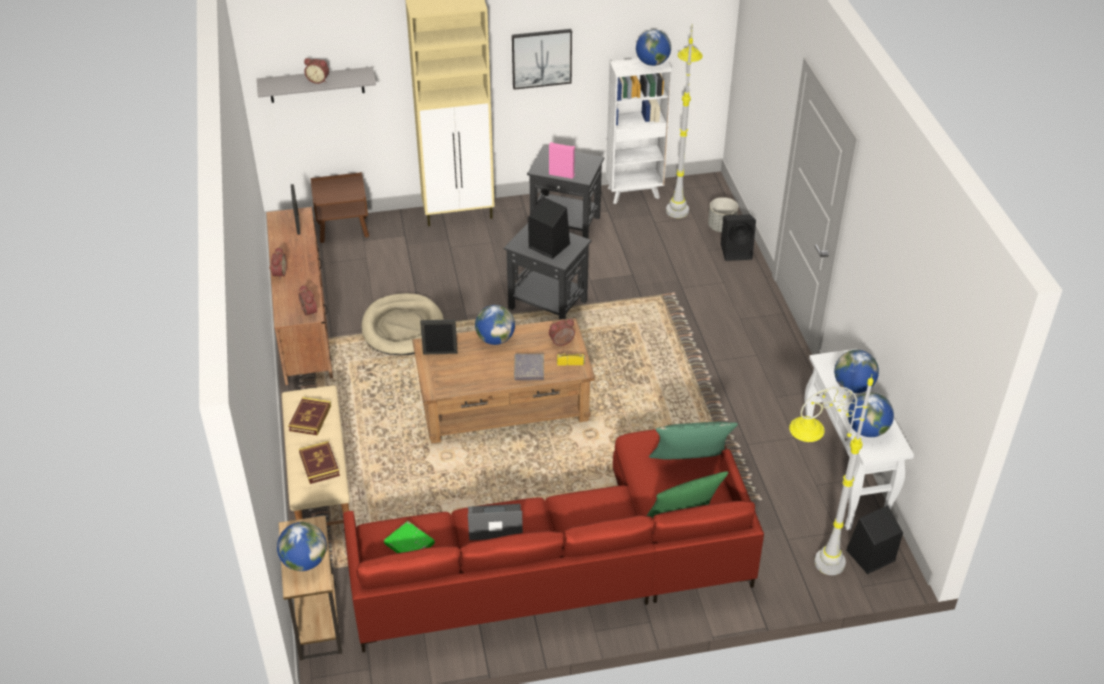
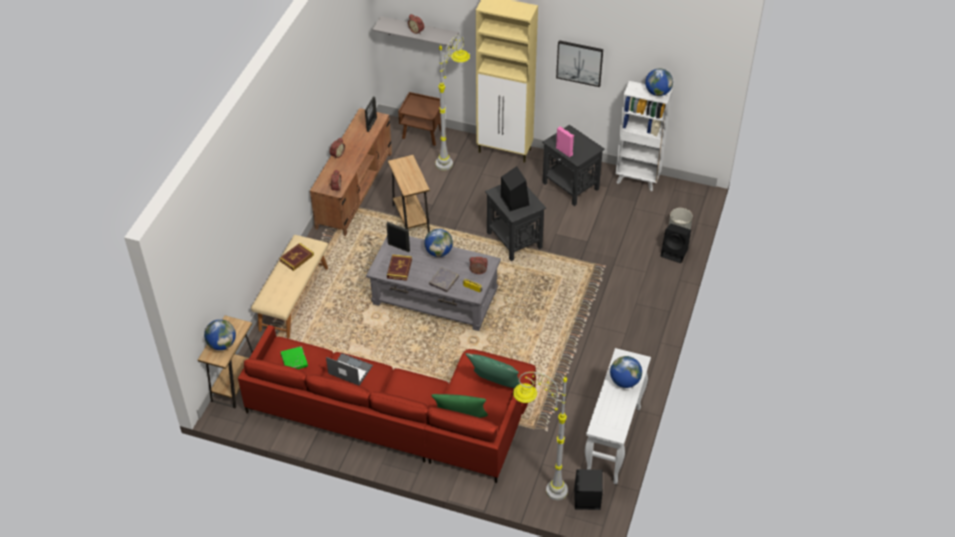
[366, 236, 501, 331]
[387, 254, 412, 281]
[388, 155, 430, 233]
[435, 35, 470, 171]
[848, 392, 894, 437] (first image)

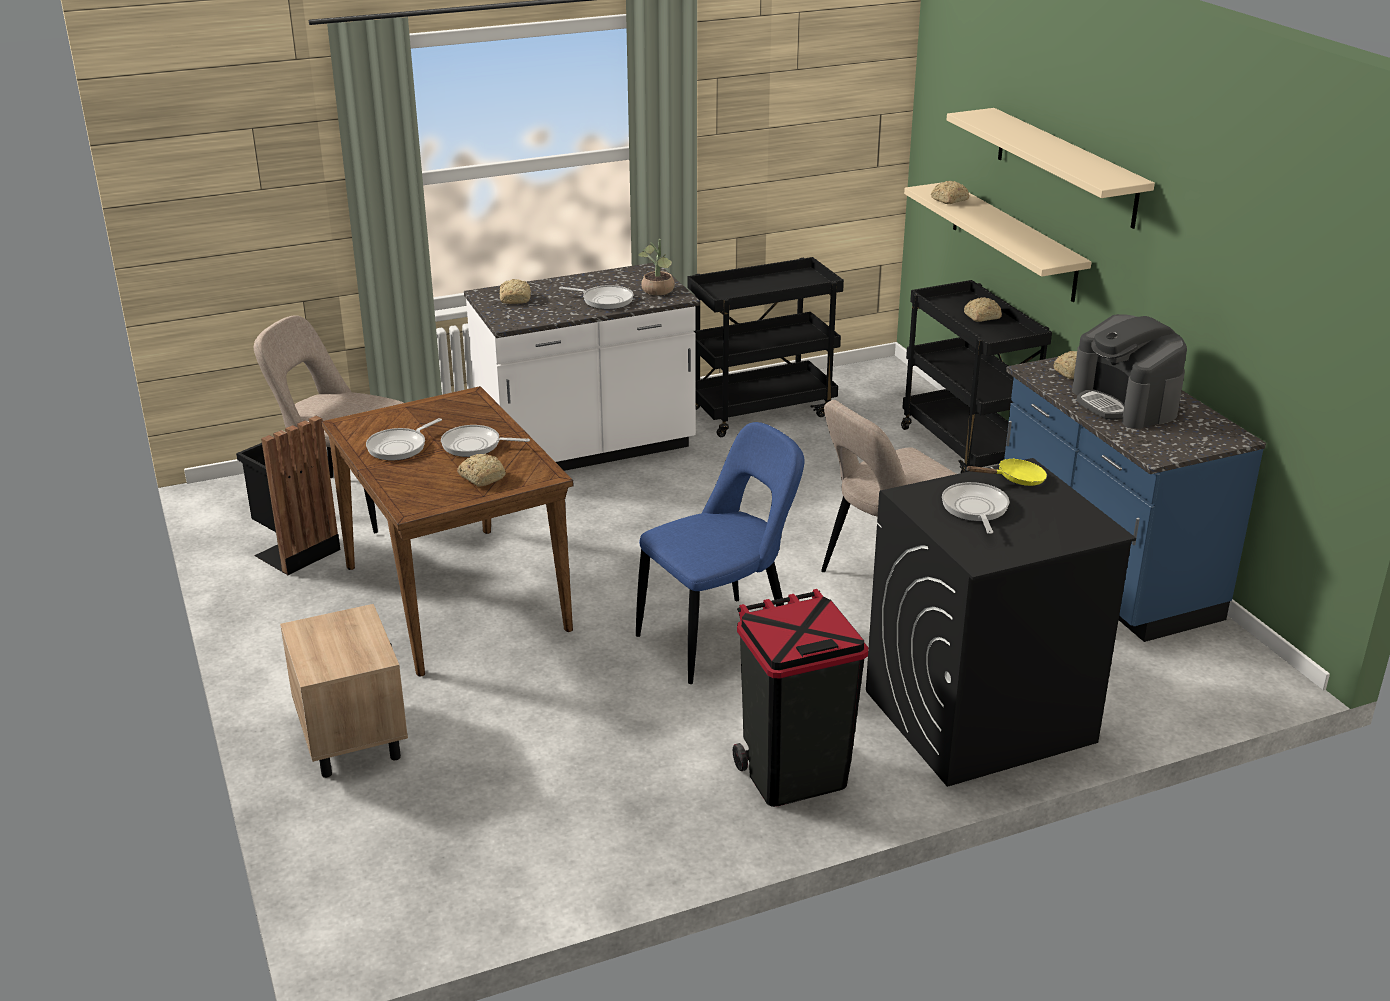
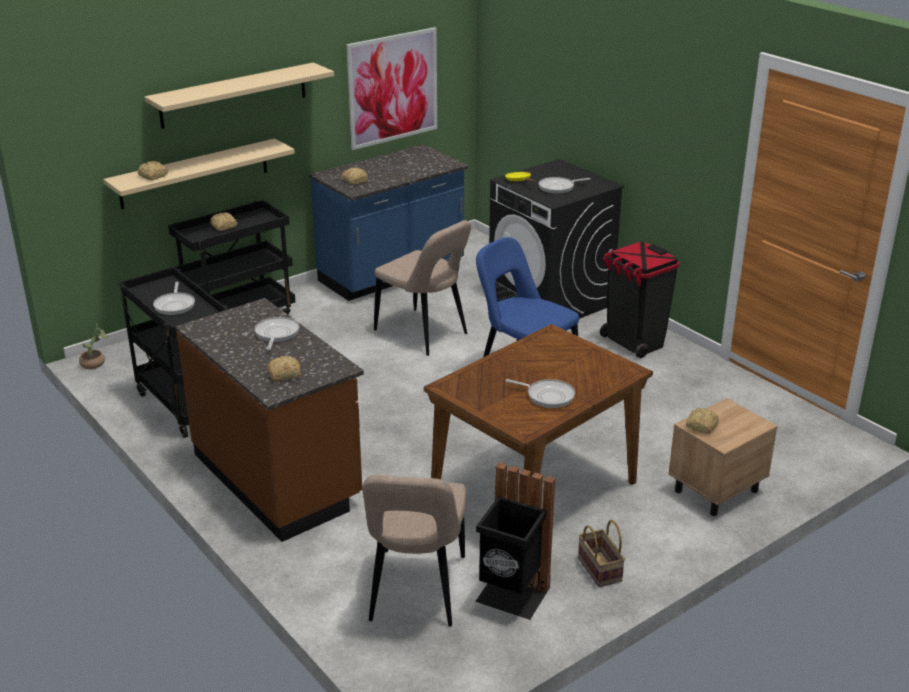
[79, 324, 109, 369]
[153, 282, 195, 315]
[175, 298, 364, 542]
[346, 27, 437, 150]
[578, 520, 625, 587]
[686, 408, 719, 434]
[1072, 314, 1187, 429] (first image)

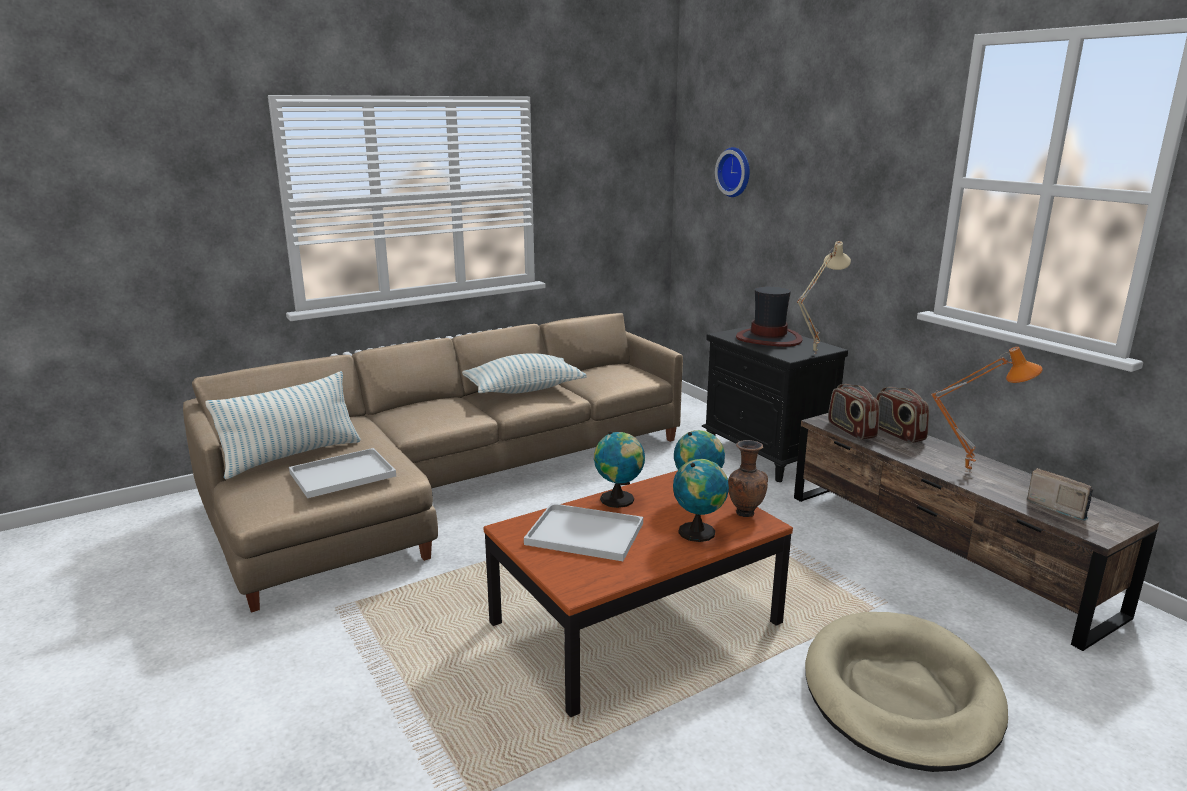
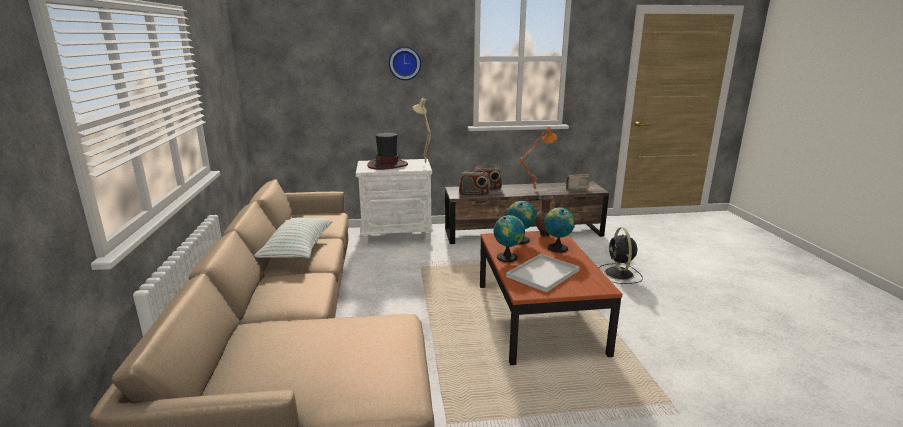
[356, 159, 434, 246]
[389, 46, 421, 80]
[599, 227, 643, 284]
[205, 371, 361, 479] (first image)
[289, 448, 396, 498] (first image)

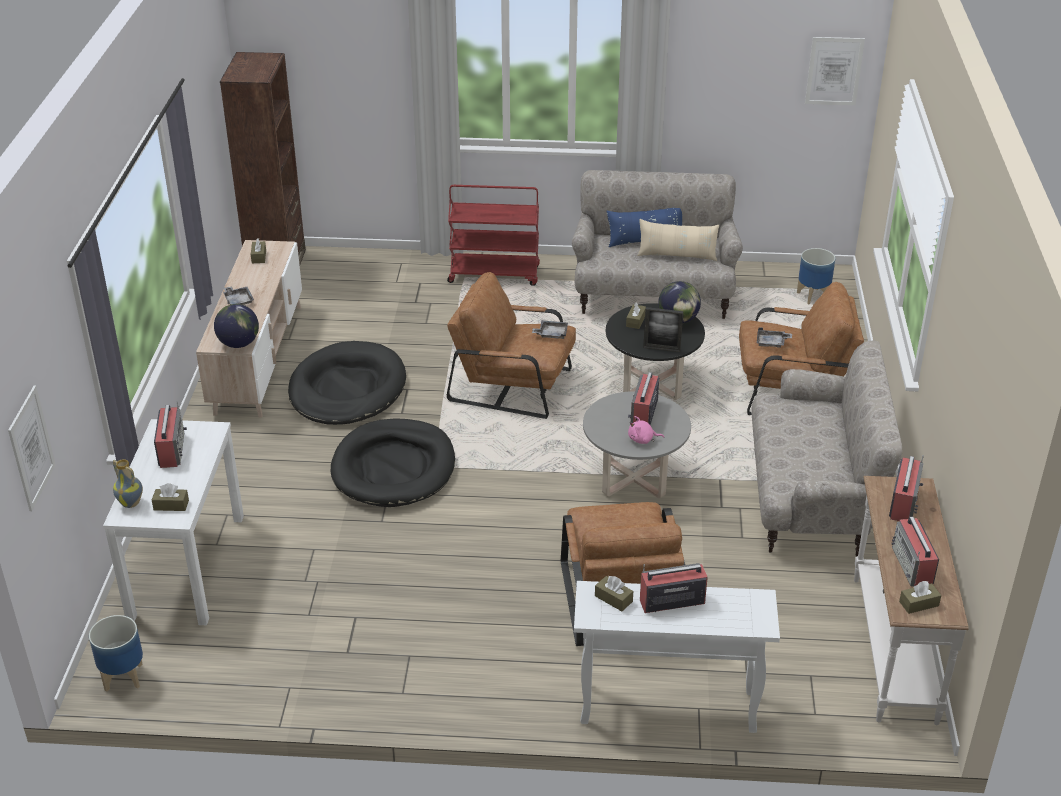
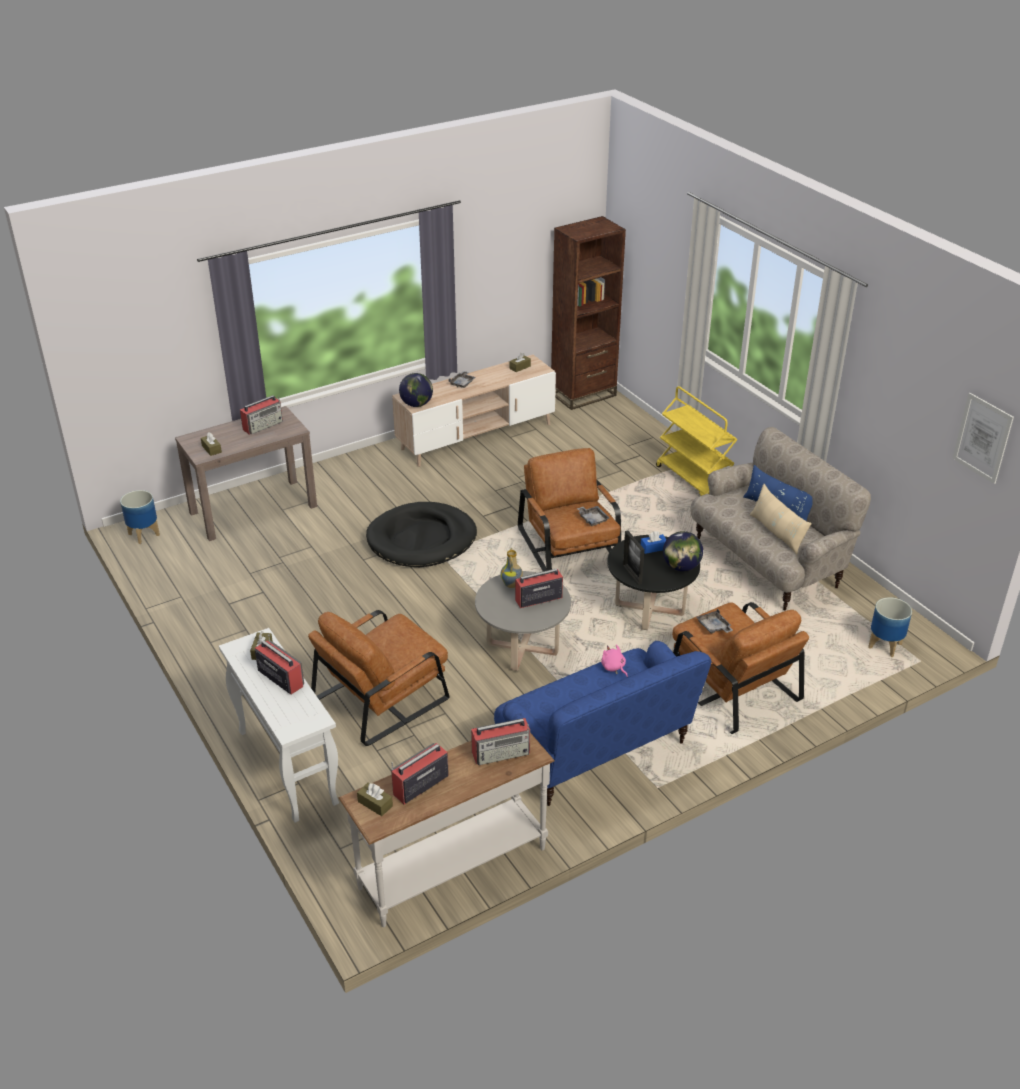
[175, 406, 317, 541]
[494, 641, 712, 806]
[501, 548, 523, 588]
[601, 644, 628, 677]
[641, 531, 667, 554]
[656, 386, 737, 496]
[8, 385, 56, 511] (first image)
[288, 341, 406, 425] (first image)

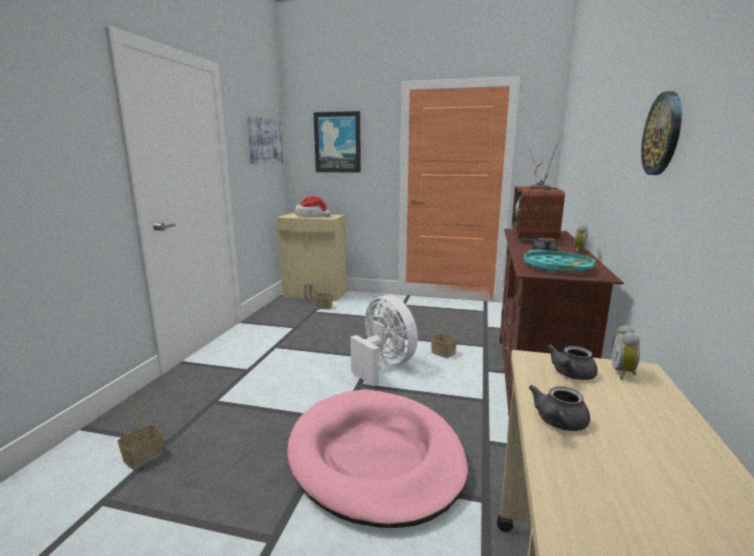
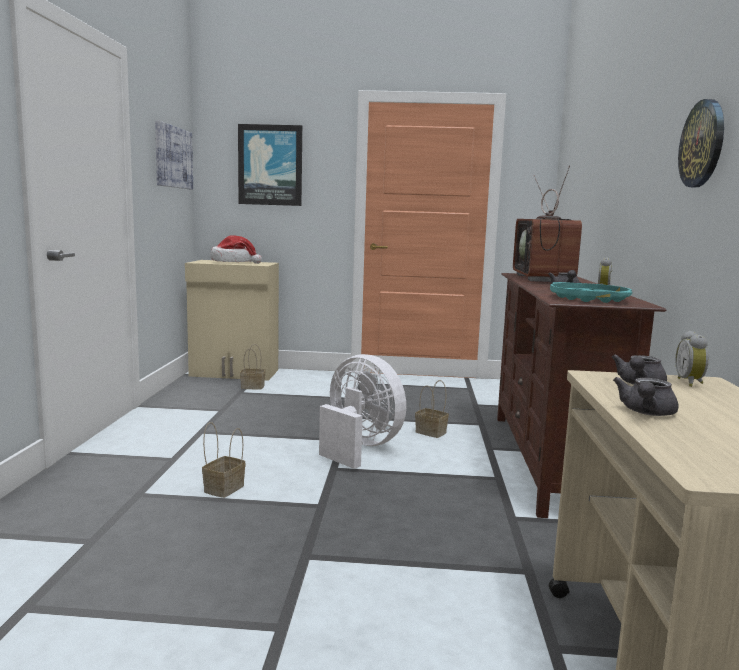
[202, 422, 245, 498]
[287, 389, 468, 528] (first image)

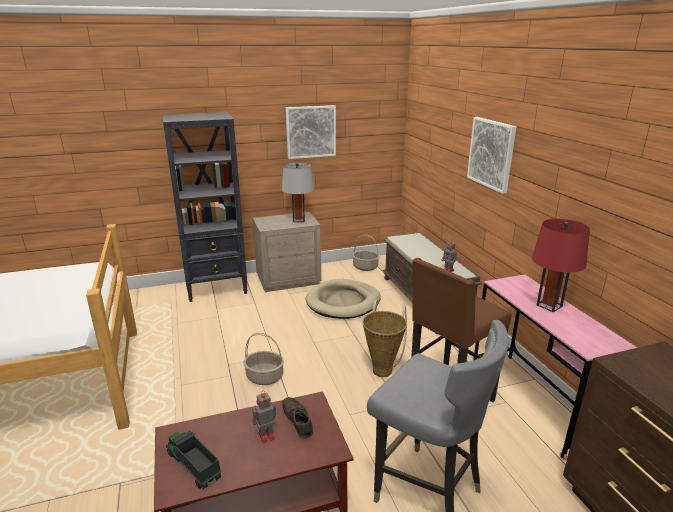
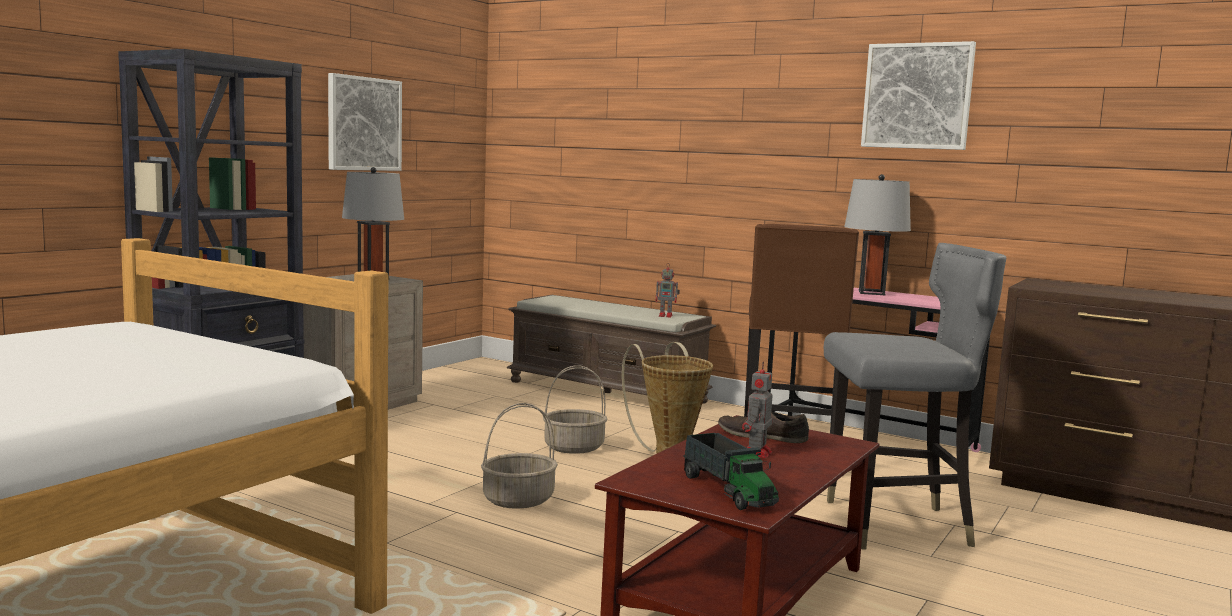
[543, 365, 608, 454]
[683, 433, 779, 510]
[844, 174, 911, 295]
[861, 41, 976, 150]
[306, 279, 381, 319] (first image)

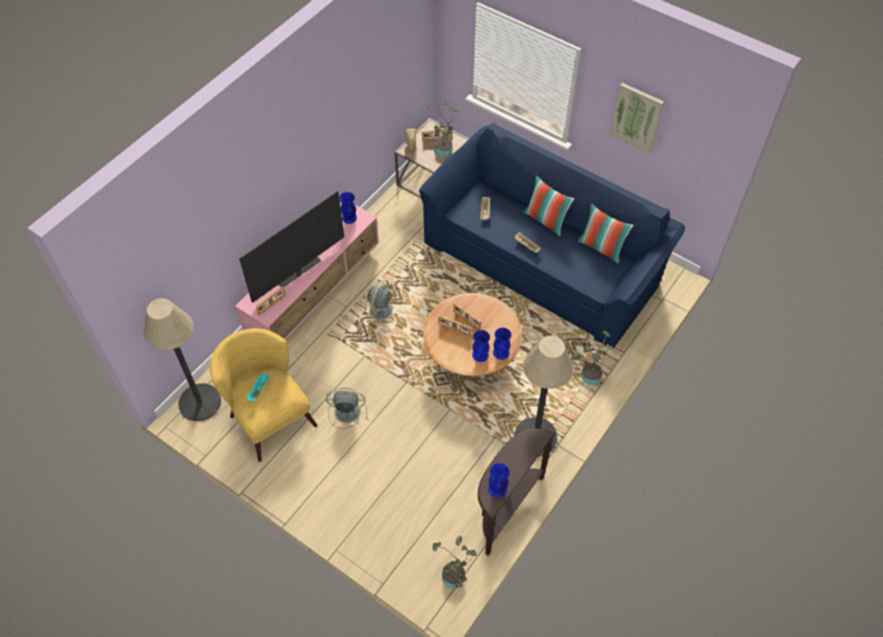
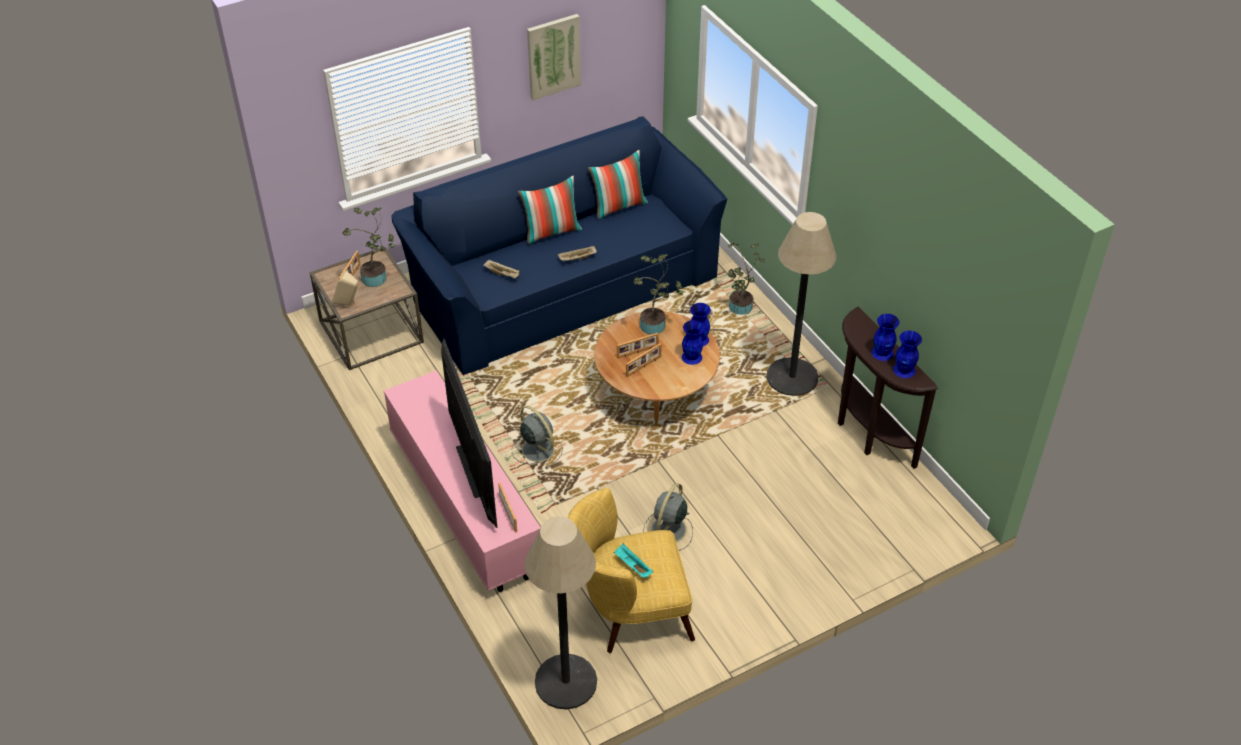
[633, 254, 683, 335]
[871, 314, 899, 361]

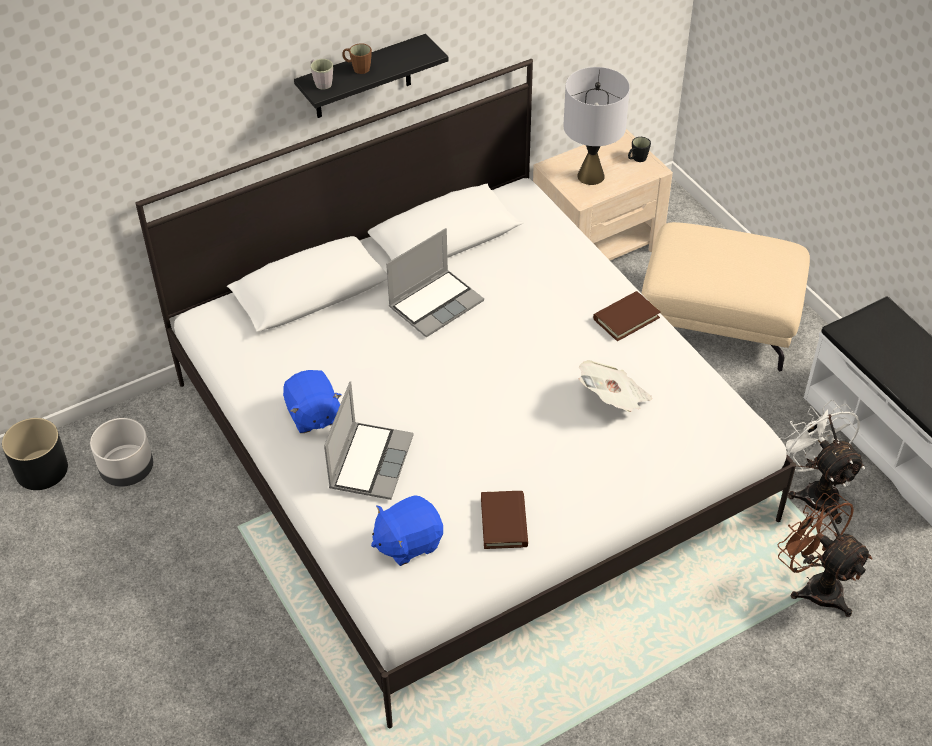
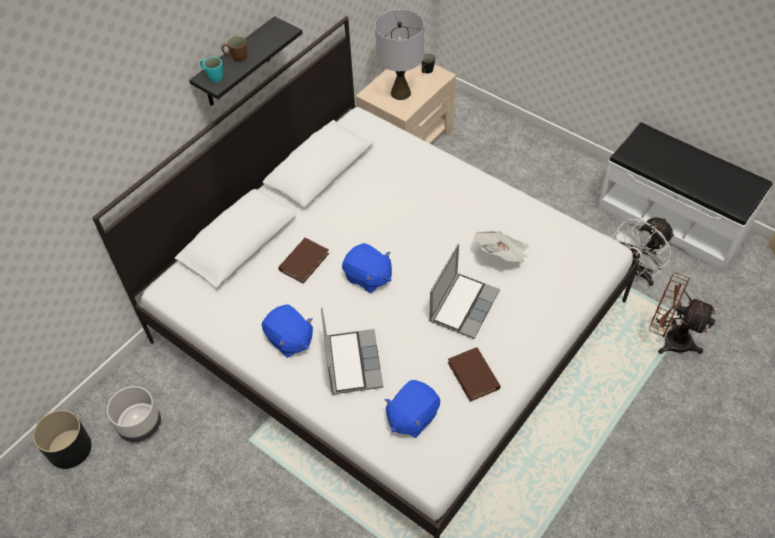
[200, 57, 223, 83]
[278, 238, 329, 284]
[342, 243, 392, 293]
[429, 244, 500, 339]
[611, 217, 674, 286]
[641, 222, 810, 371] (first image)

